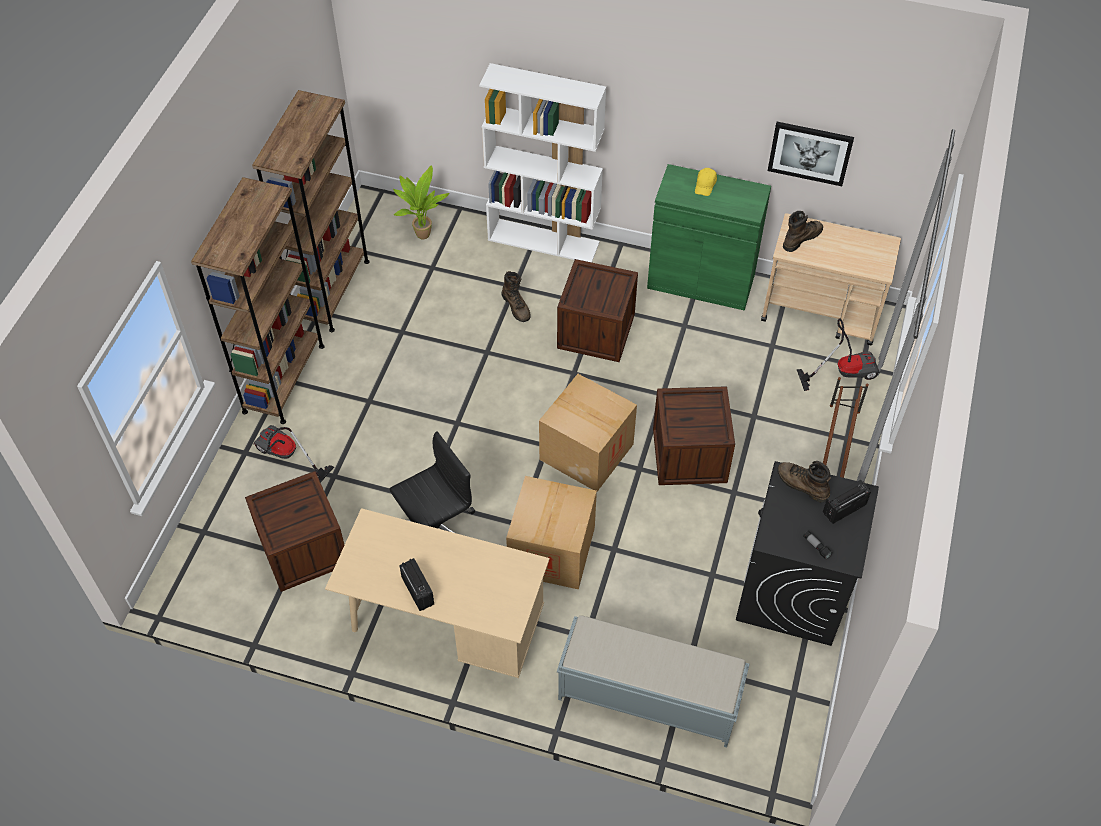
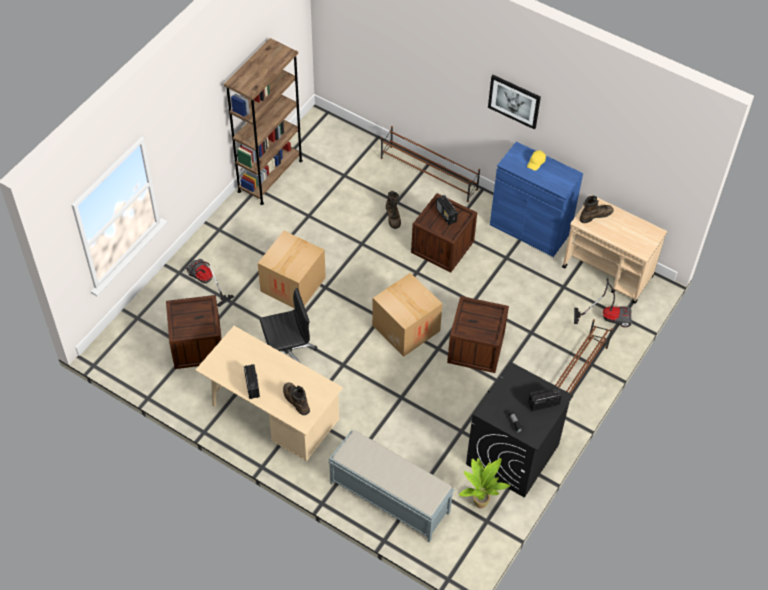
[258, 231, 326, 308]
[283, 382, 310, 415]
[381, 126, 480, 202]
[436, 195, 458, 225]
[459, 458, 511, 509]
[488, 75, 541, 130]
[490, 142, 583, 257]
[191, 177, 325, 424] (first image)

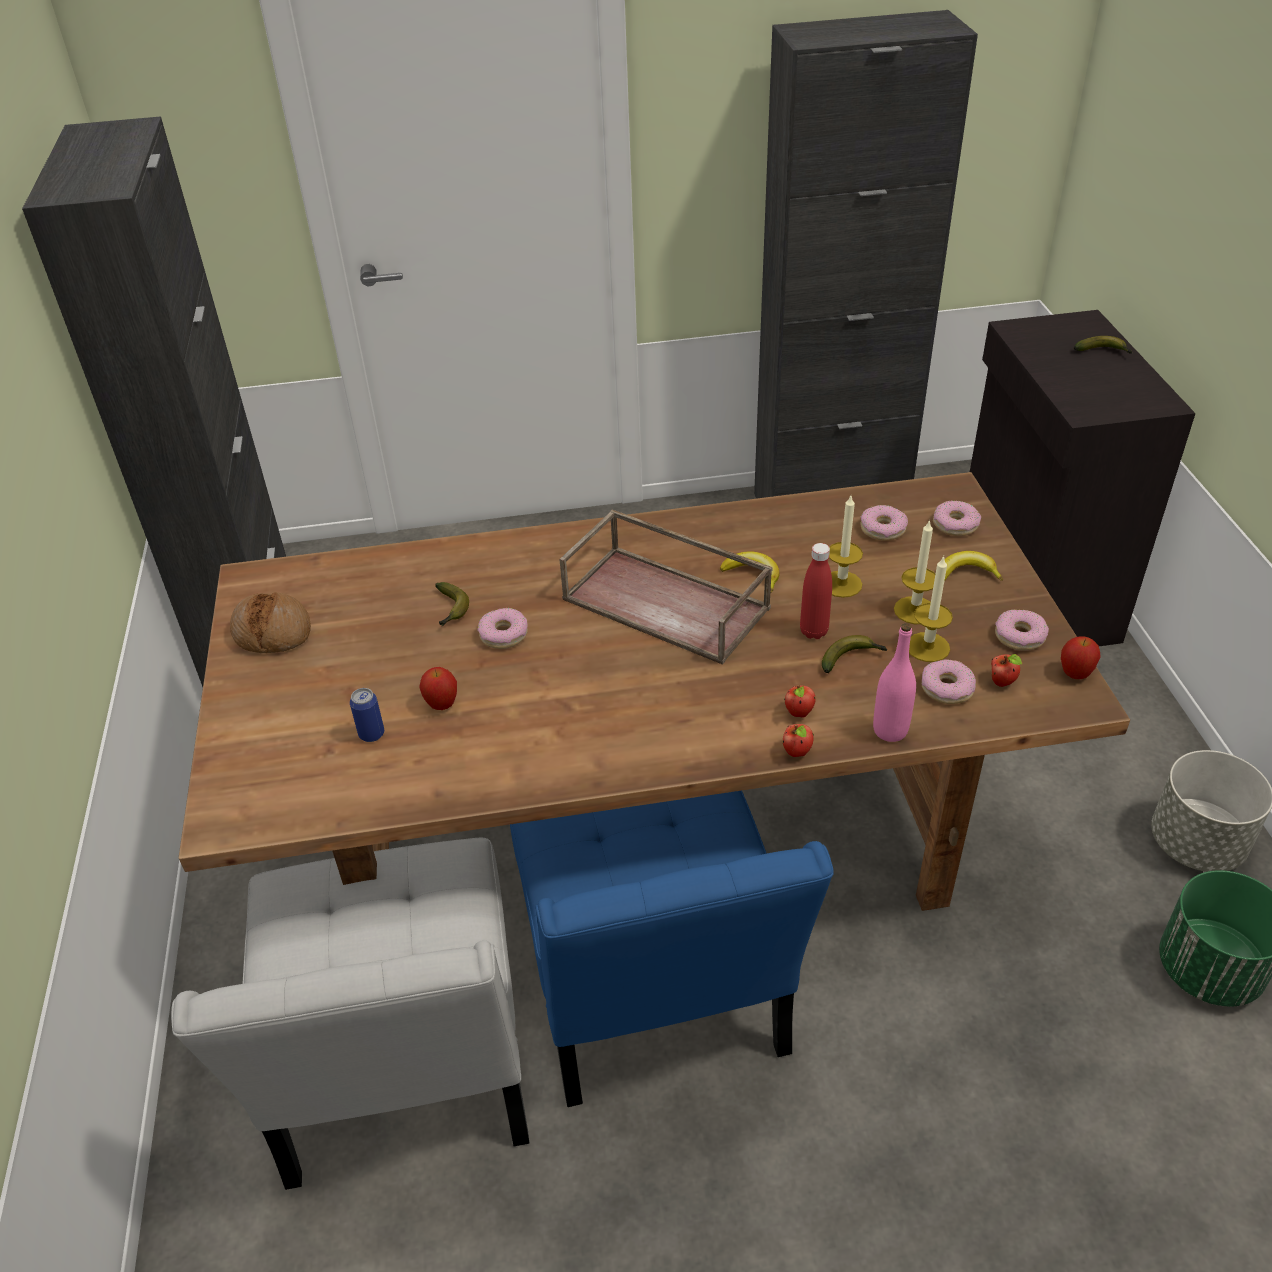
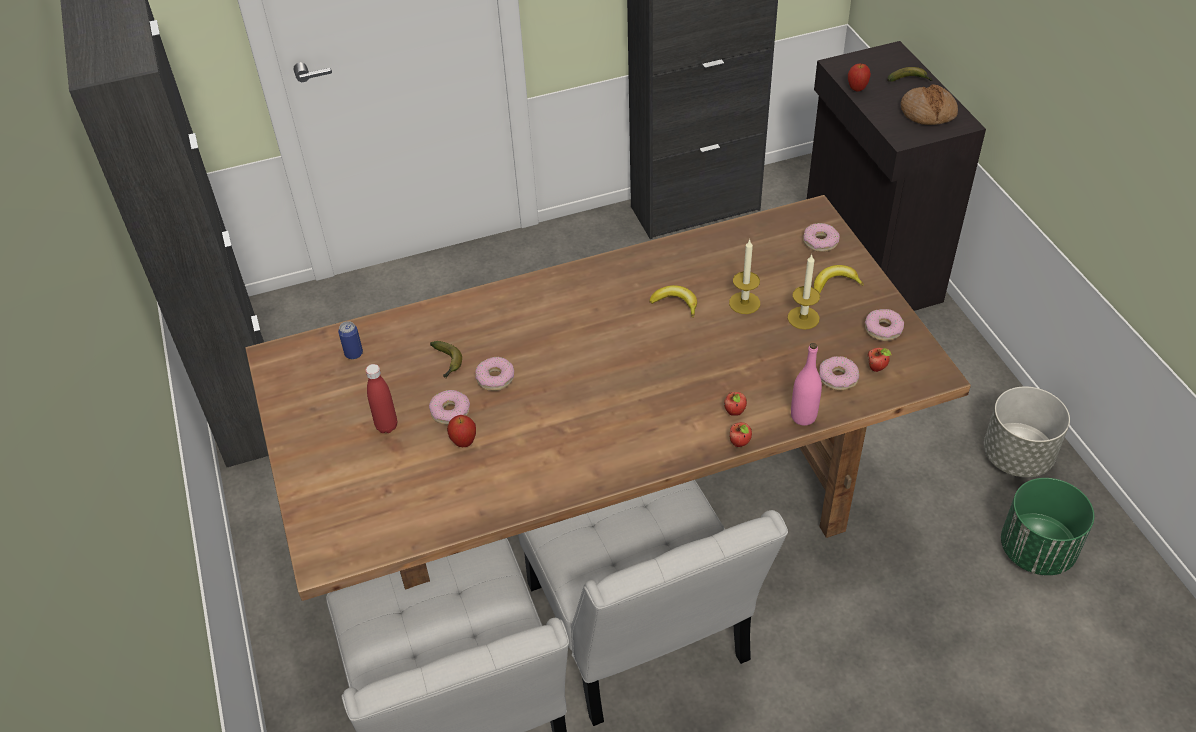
[338, 321, 363, 359]
[365, 364, 397, 433]
[429, 390, 470, 425]
[518, 480, 788, 726]
[848, 63, 871, 91]
[901, 85, 958, 125]
[559, 509, 773, 665] (first image)
[822, 635, 887, 673] (first image)
[909, 556, 953, 662] (first image)

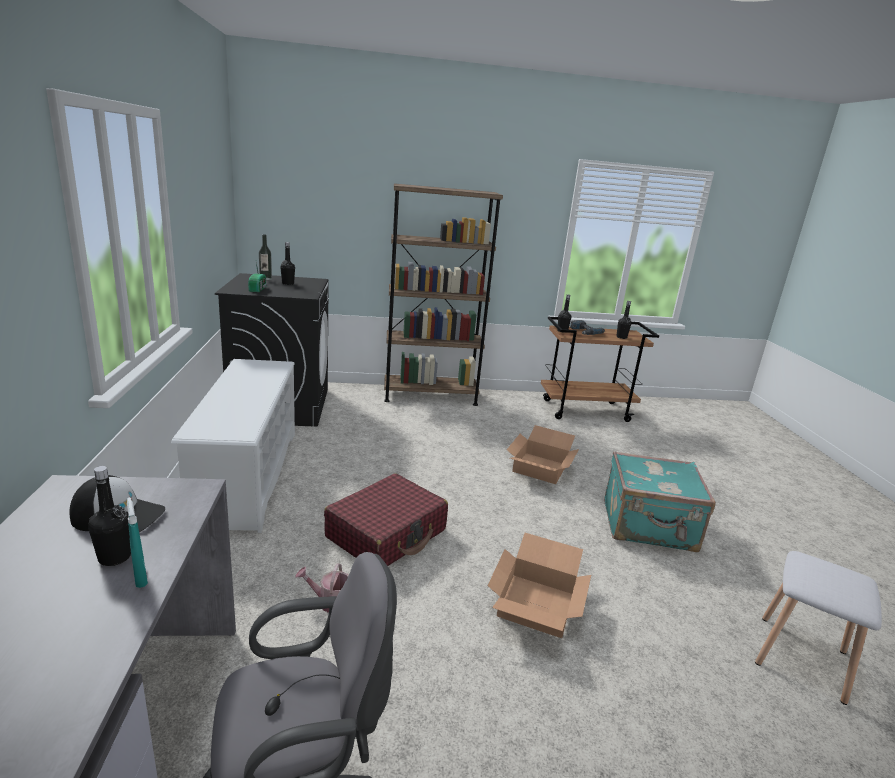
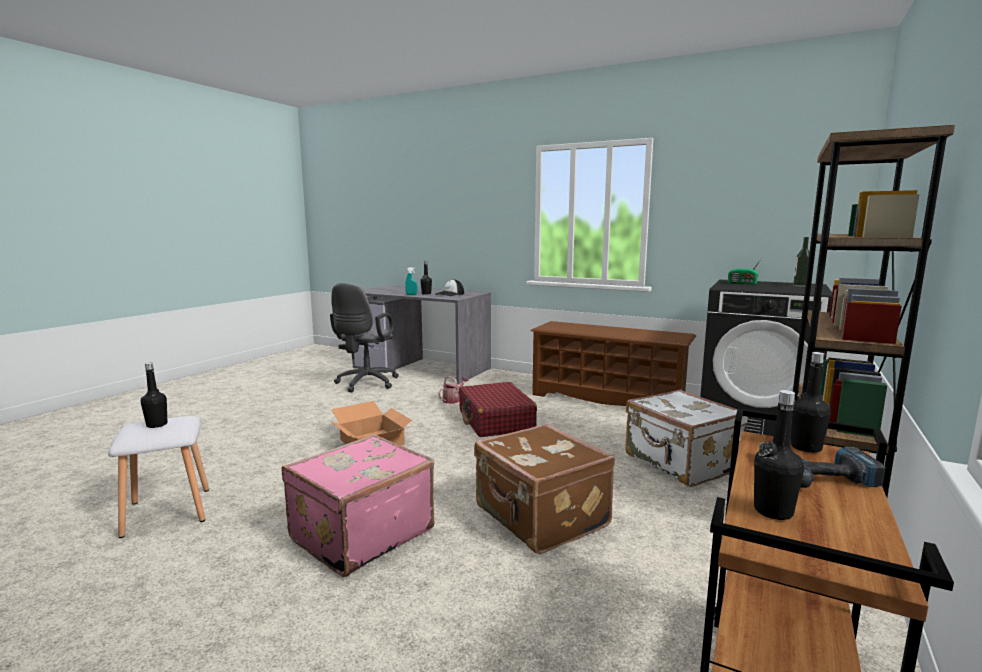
[141, 363, 167, 428]
[282, 434, 434, 577]
[474, 424, 615, 554]
[530, 321, 696, 406]
[625, 390, 749, 487]

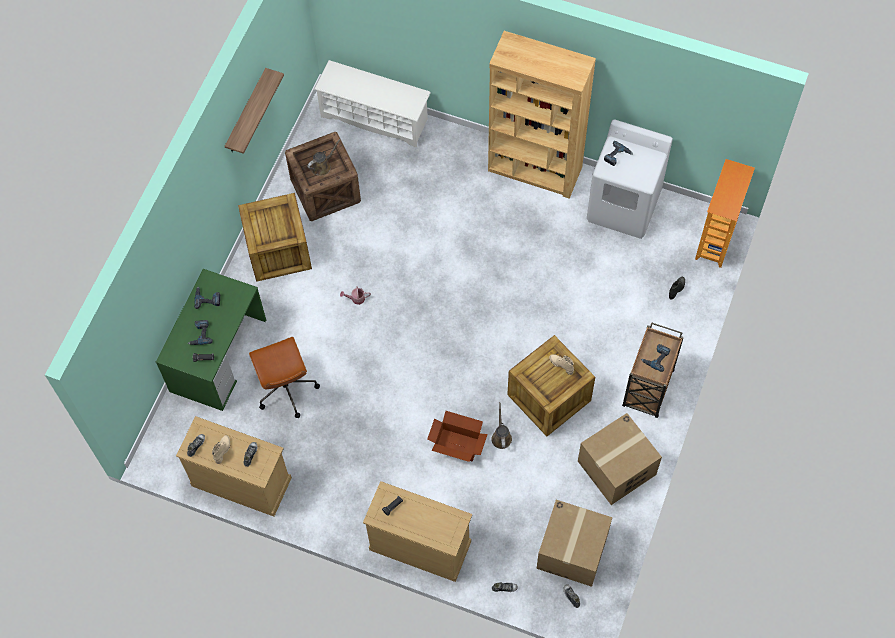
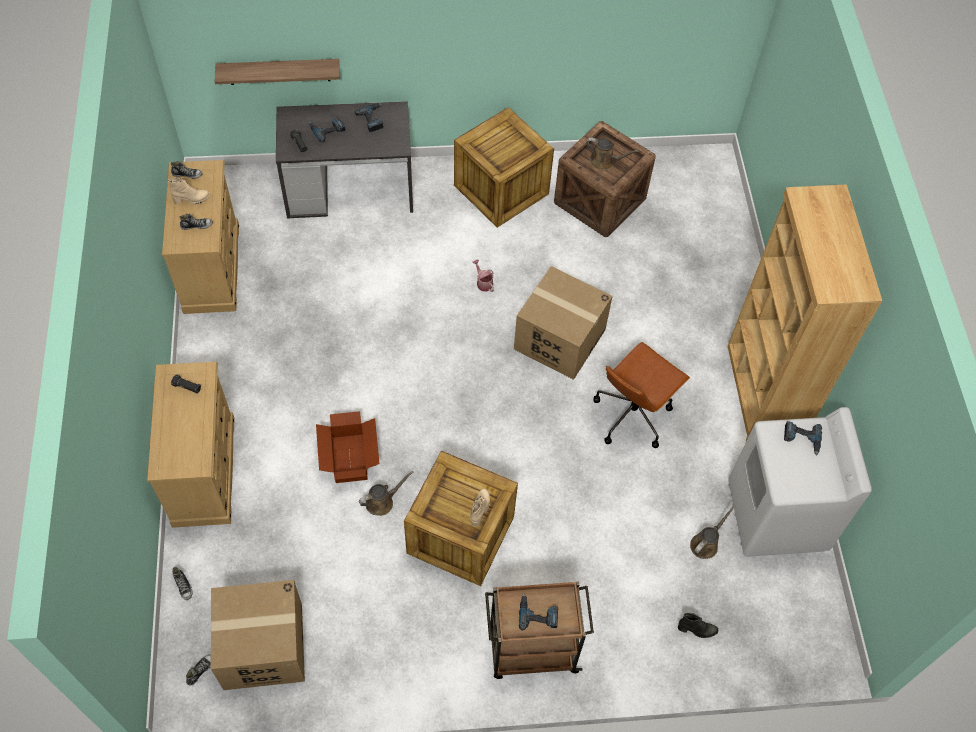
[215, 59, 340, 85]
[276, 101, 413, 218]
[514, 266, 613, 380]
[593, 342, 690, 448]
[690, 505, 735, 559]
[314, 60, 431, 147] (first image)
[695, 159, 755, 268] (first image)

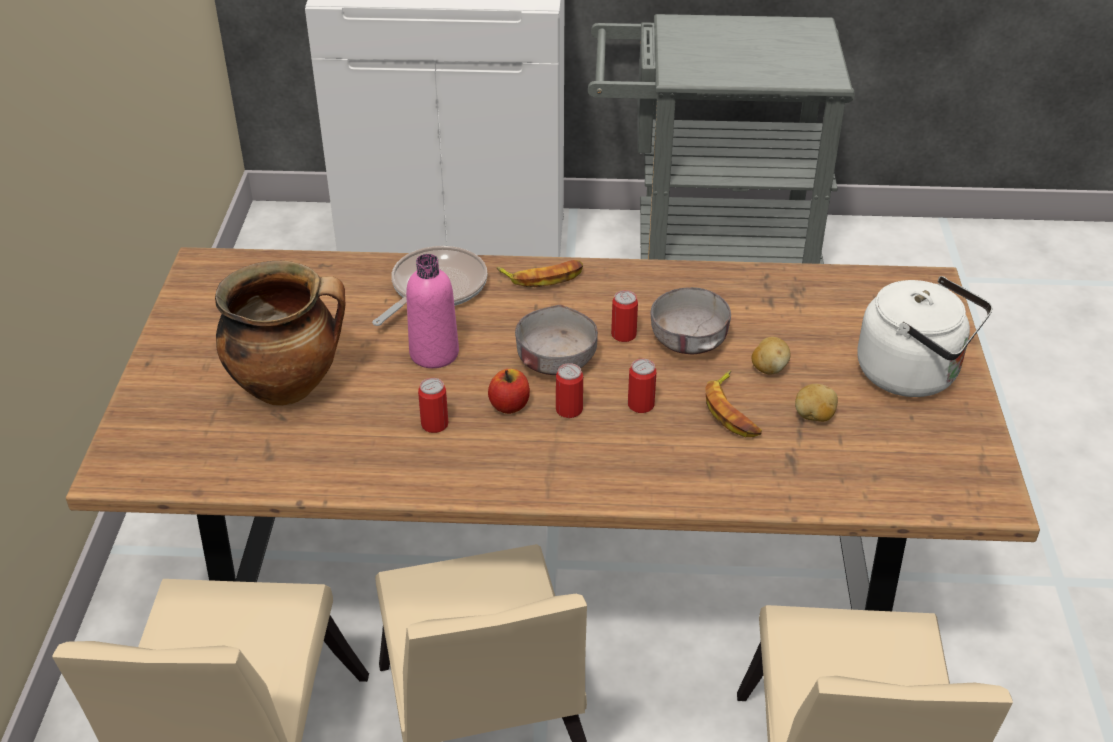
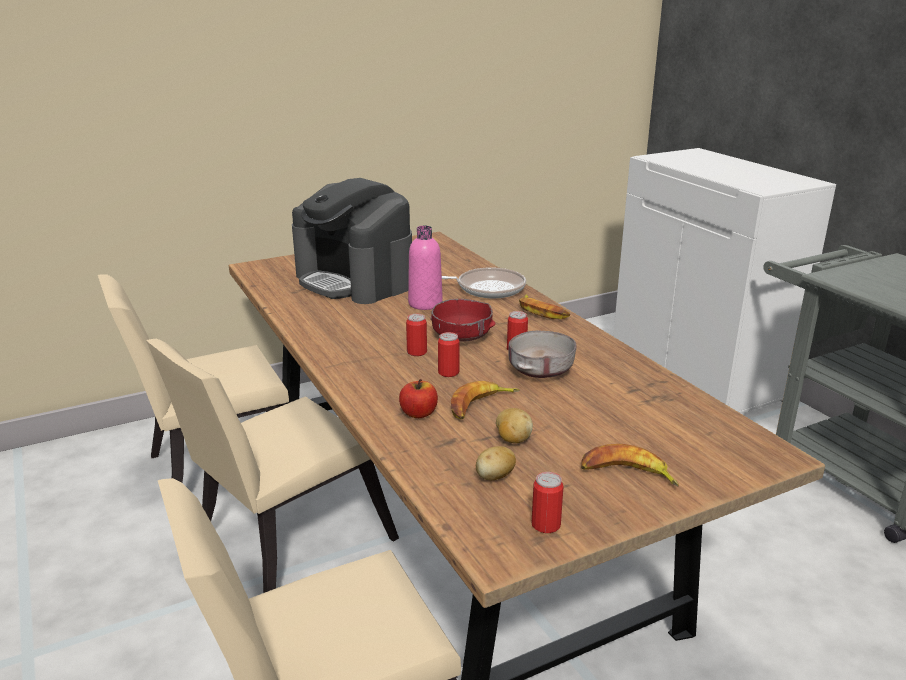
[292, 178, 412, 304]
[399, 379, 438, 418]
[430, 299, 496, 342]
[476, 446, 516, 480]
[532, 472, 563, 533]
[581, 444, 679, 486]

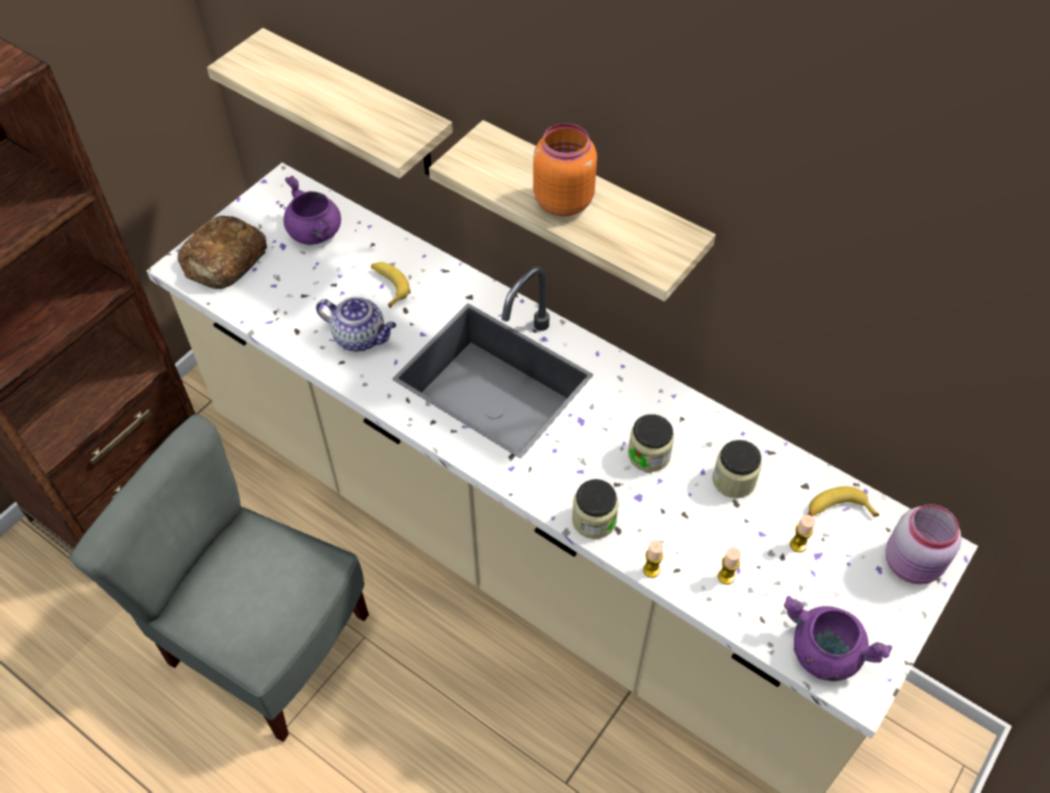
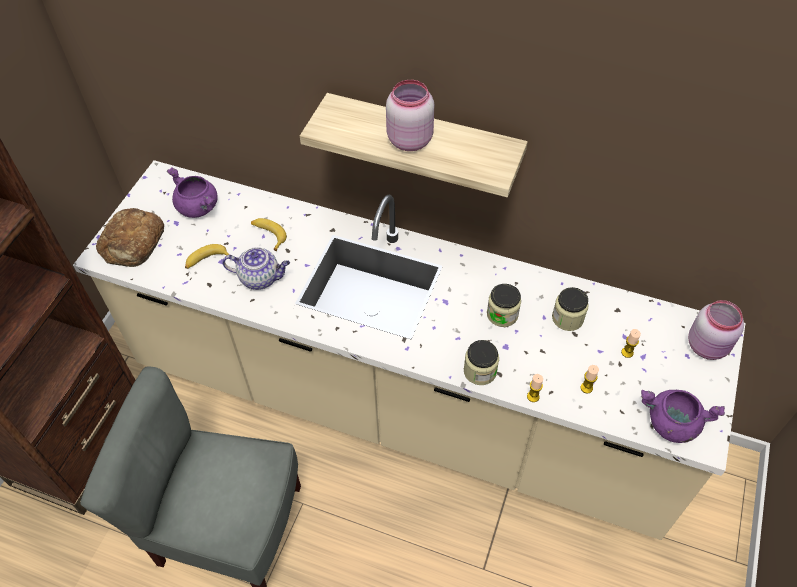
[185, 244, 231, 269]
[386, 80, 434, 151]
[207, 28, 453, 179] (first image)

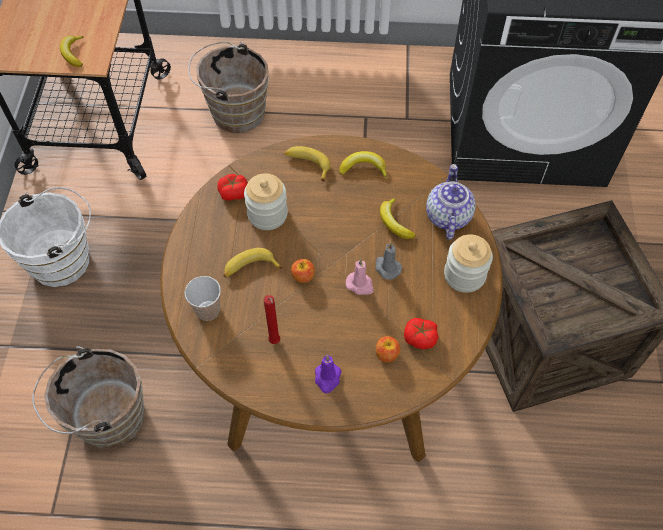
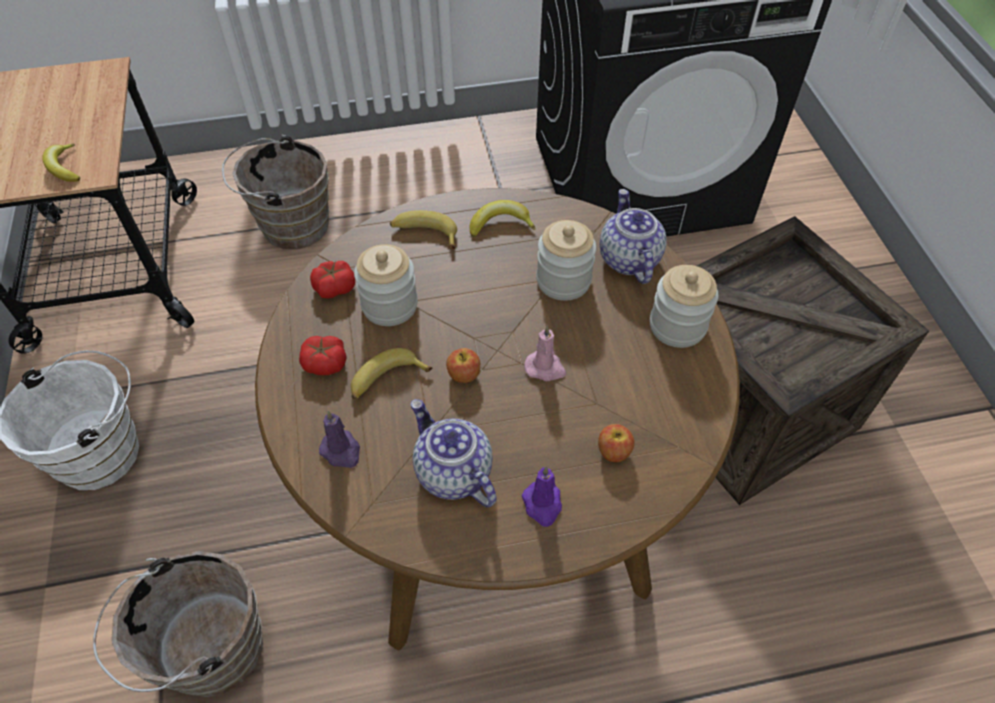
[299, 336, 346, 375]
[319, 411, 360, 468]
[411, 399, 497, 508]
[536, 220, 596, 301]
[375, 243, 402, 280] (first image)

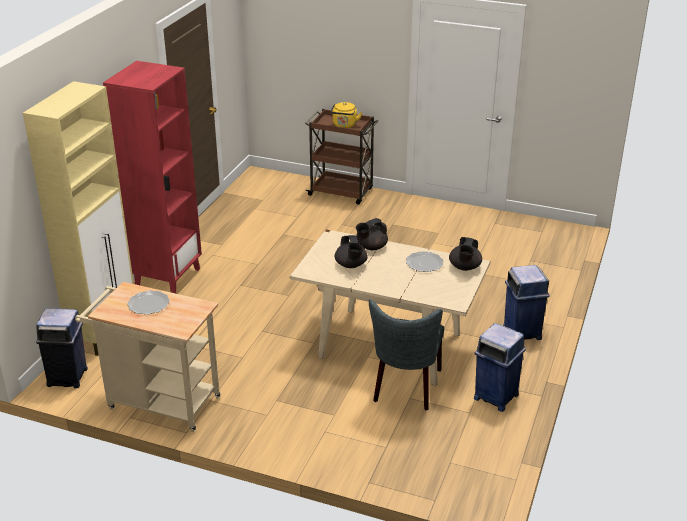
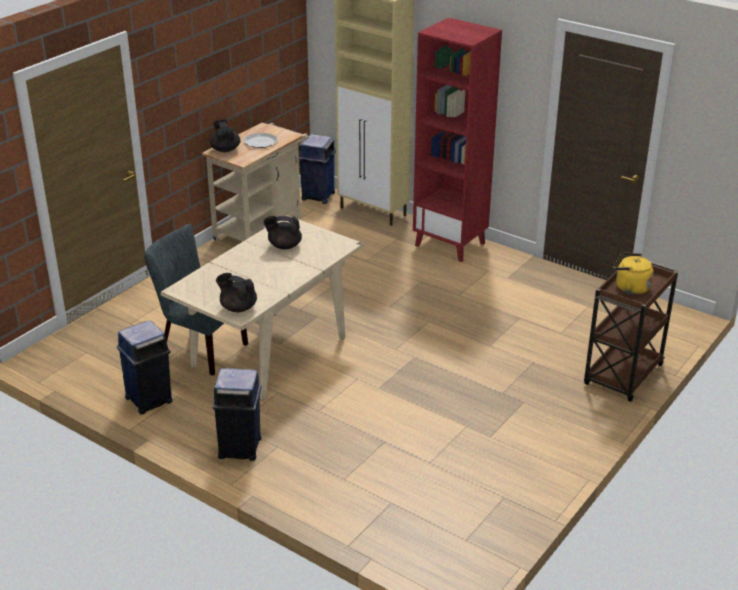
[210, 119, 240, 152]
[406, 251, 443, 272] (first image)

